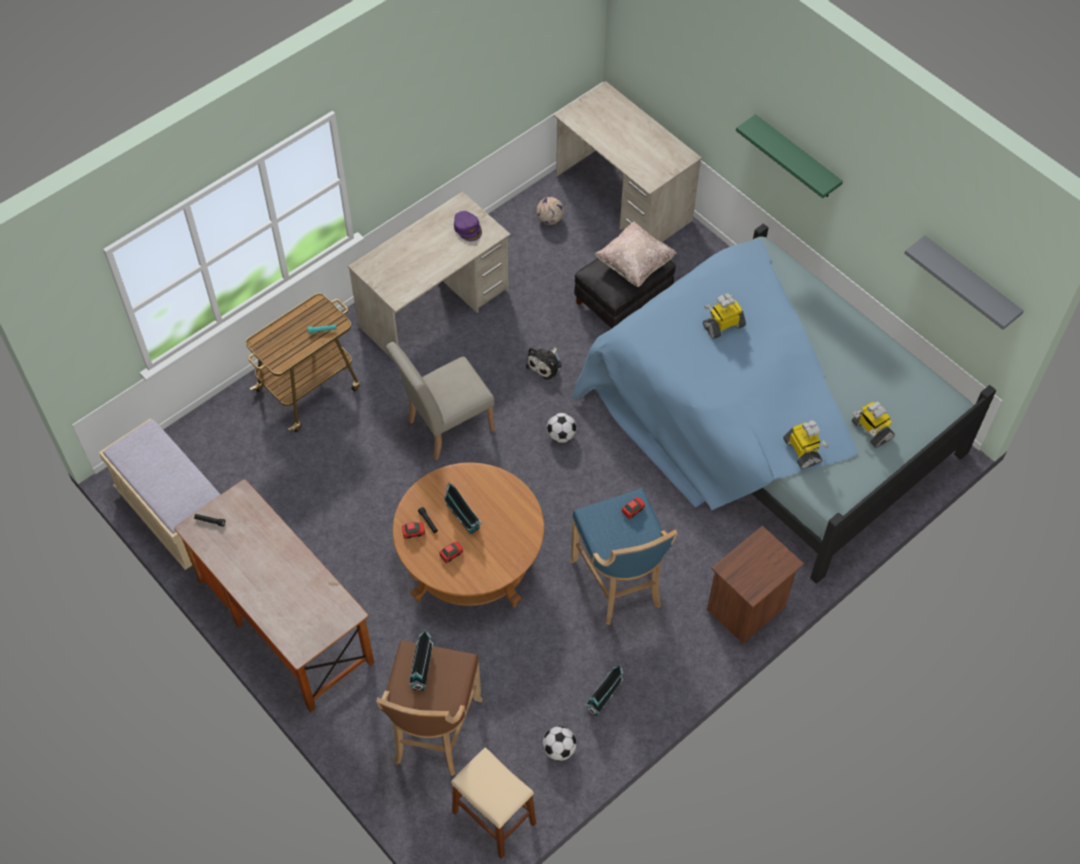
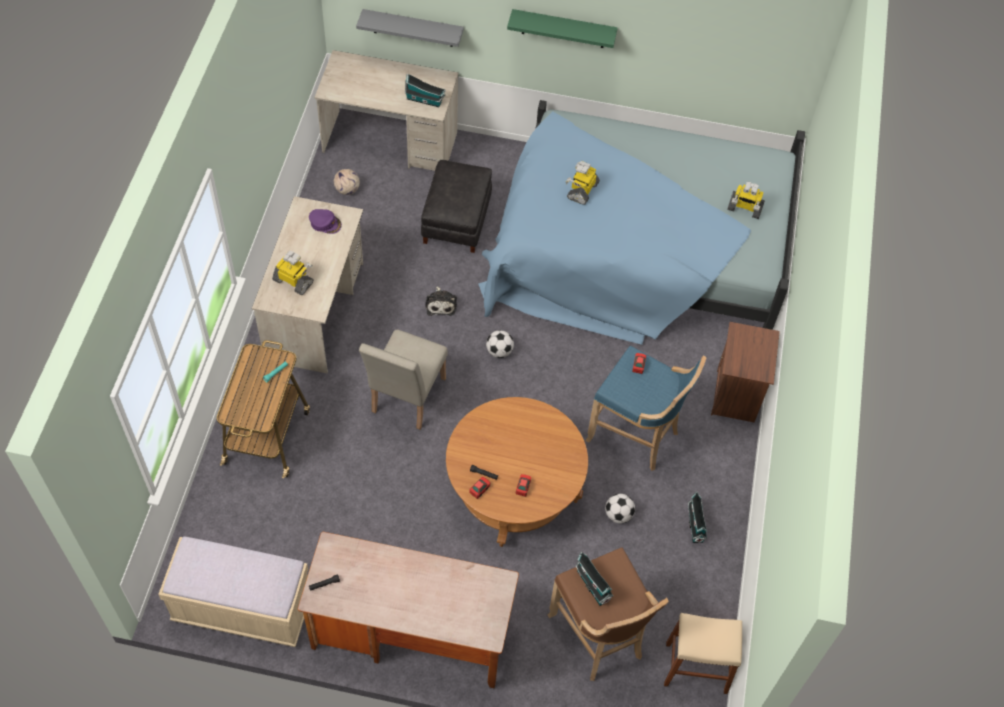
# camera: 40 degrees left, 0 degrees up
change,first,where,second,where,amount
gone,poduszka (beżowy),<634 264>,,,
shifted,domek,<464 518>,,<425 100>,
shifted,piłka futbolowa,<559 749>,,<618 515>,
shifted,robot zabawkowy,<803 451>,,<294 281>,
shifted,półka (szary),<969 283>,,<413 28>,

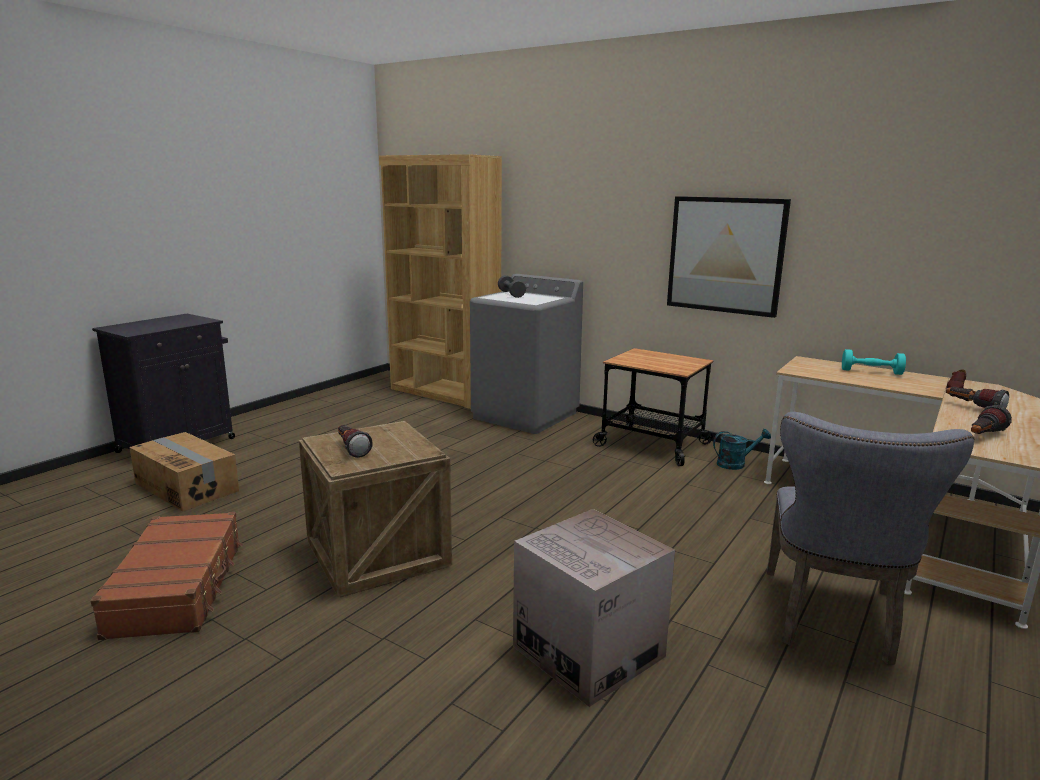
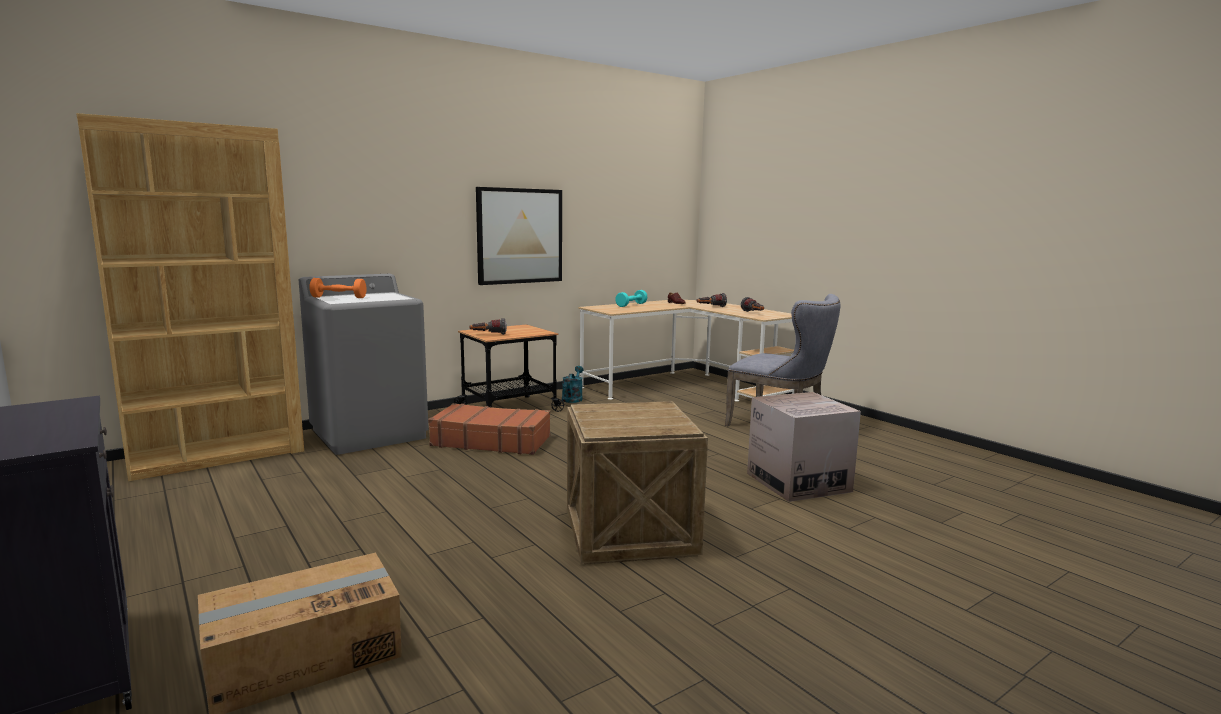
# camera: 70 degrees left, 5 degrees down
change,first,where,second,where,amount
shifted,walizka (brązowy),<179 587>,,<491 441>,
shifted,latarka,<351 449>,,<488 335>,
repainted,hantel (szary),<511 294>,hantel (pomarańczowy),<339 297>,

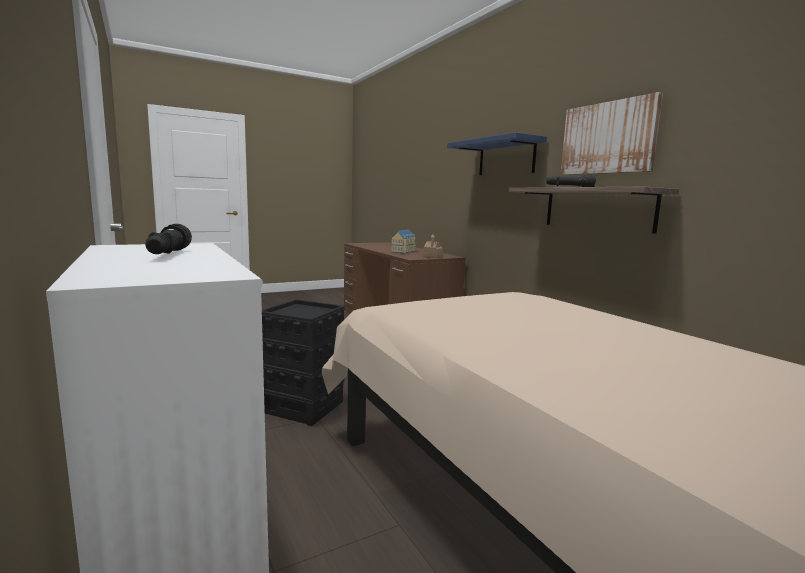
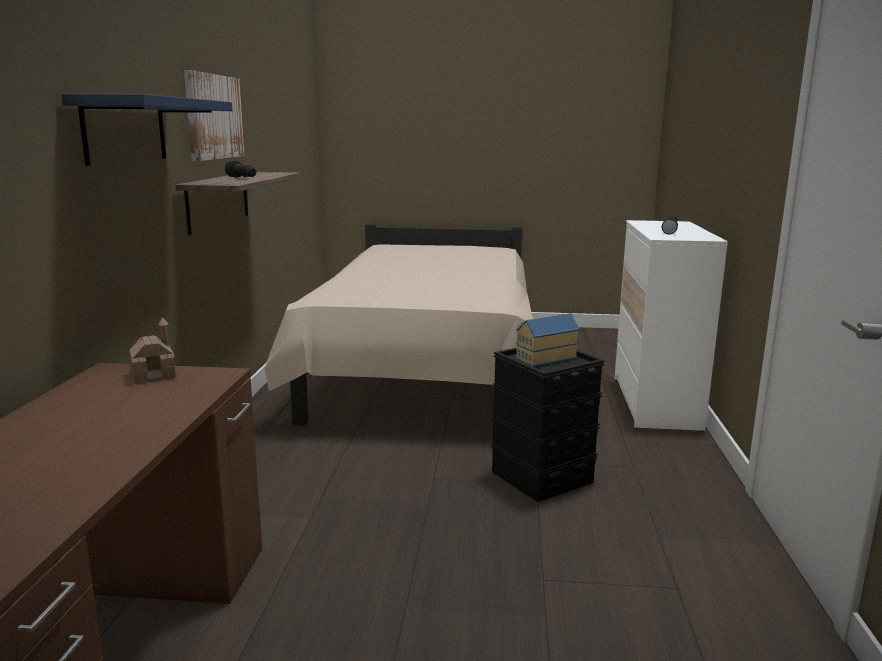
# camera: 145 degrees left, 5 degrees up
change,first,where,second,where,amount
shifted,domek,<404 251>,,<544 358>,

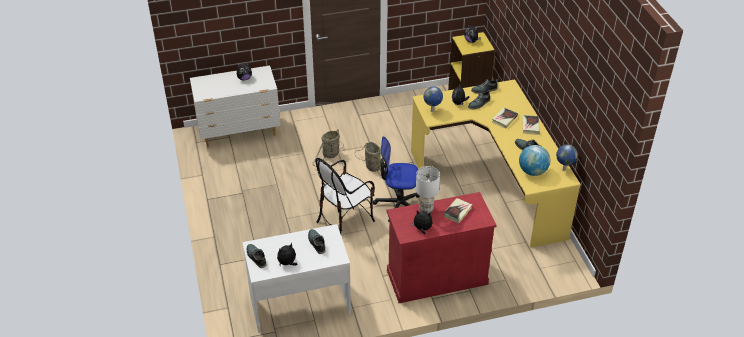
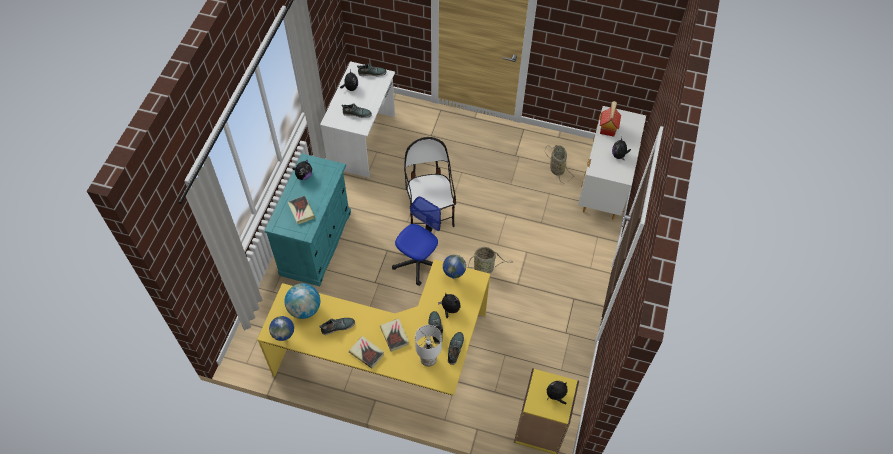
# camera: 120 degrees right, 15 degrees up
change,first,where,second,where,amount
new,,,domek,<607 128>,
shifted,koszyk,<330 155>,,<556 168>,
shifted,lampa stołowa (biały),<425 209>,,<428 359>,
repainted,szafka (czerwony),<436 277>,szafka (turkusowy),<316 243>,

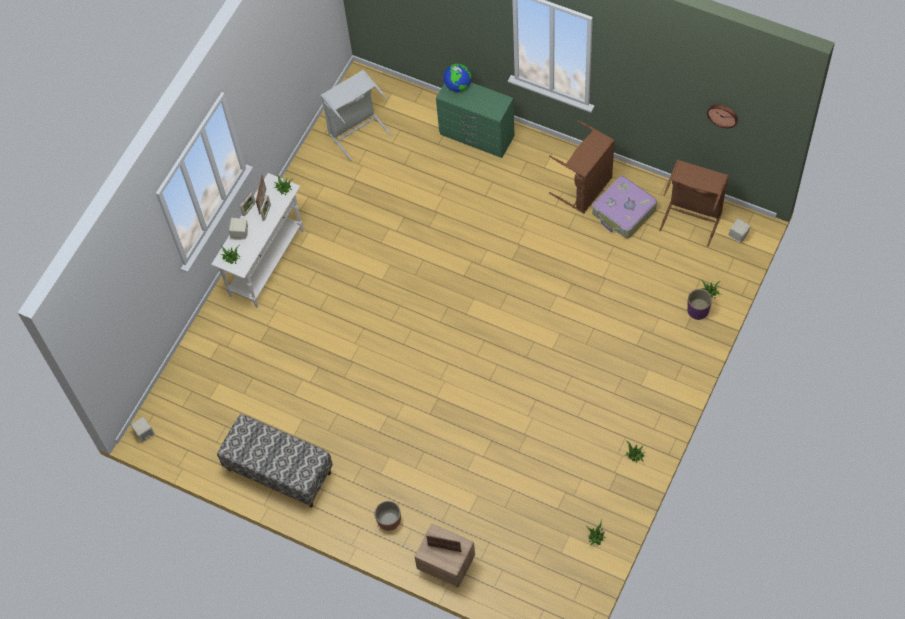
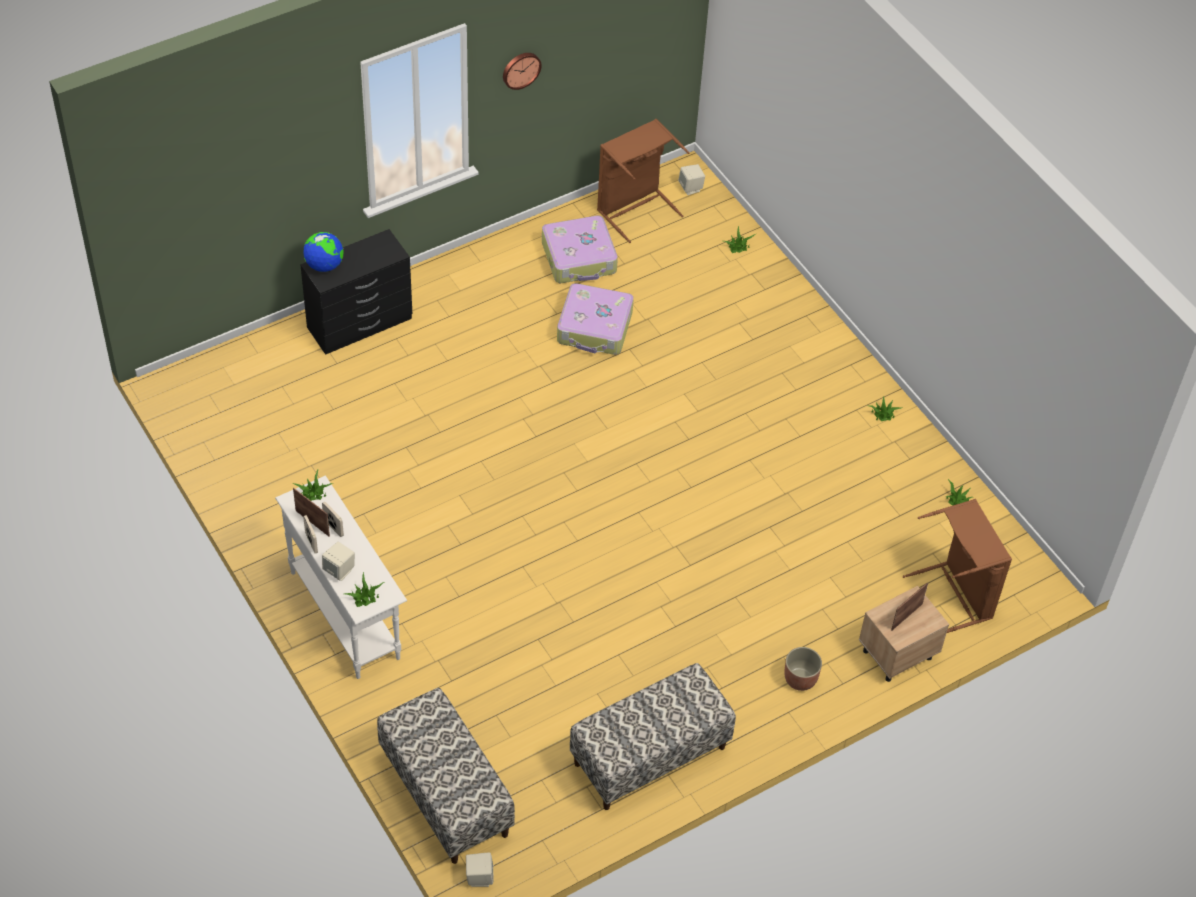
# camera: 65 degrees left, 10 degrees down
change,first,where,second,where,amount
gone,kosz na pranie (szary),<356 130>,,,
gone,donica (fioletowy),<698 310>,,,
new,,,ławka,<445 794>,
new,,,walizka,<595 328>,
shifted,kosz na pranie (brązowy),<586 189>,,<956 595>,
shifted,zegar ścienny,<723 115>,,<520 69>,
repainted,komoda (zielony),<477 136>,komoda (czarny),<360 324>,

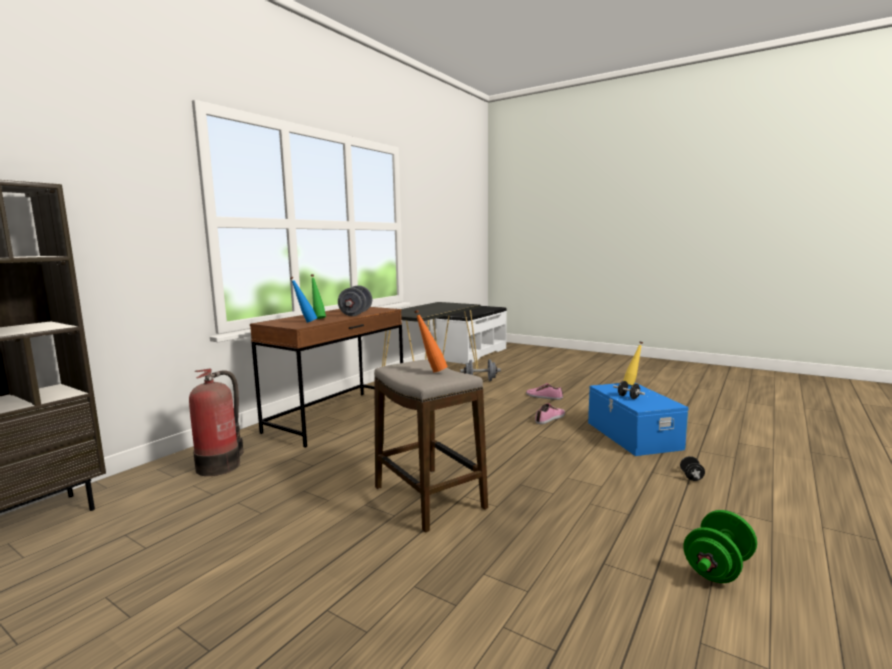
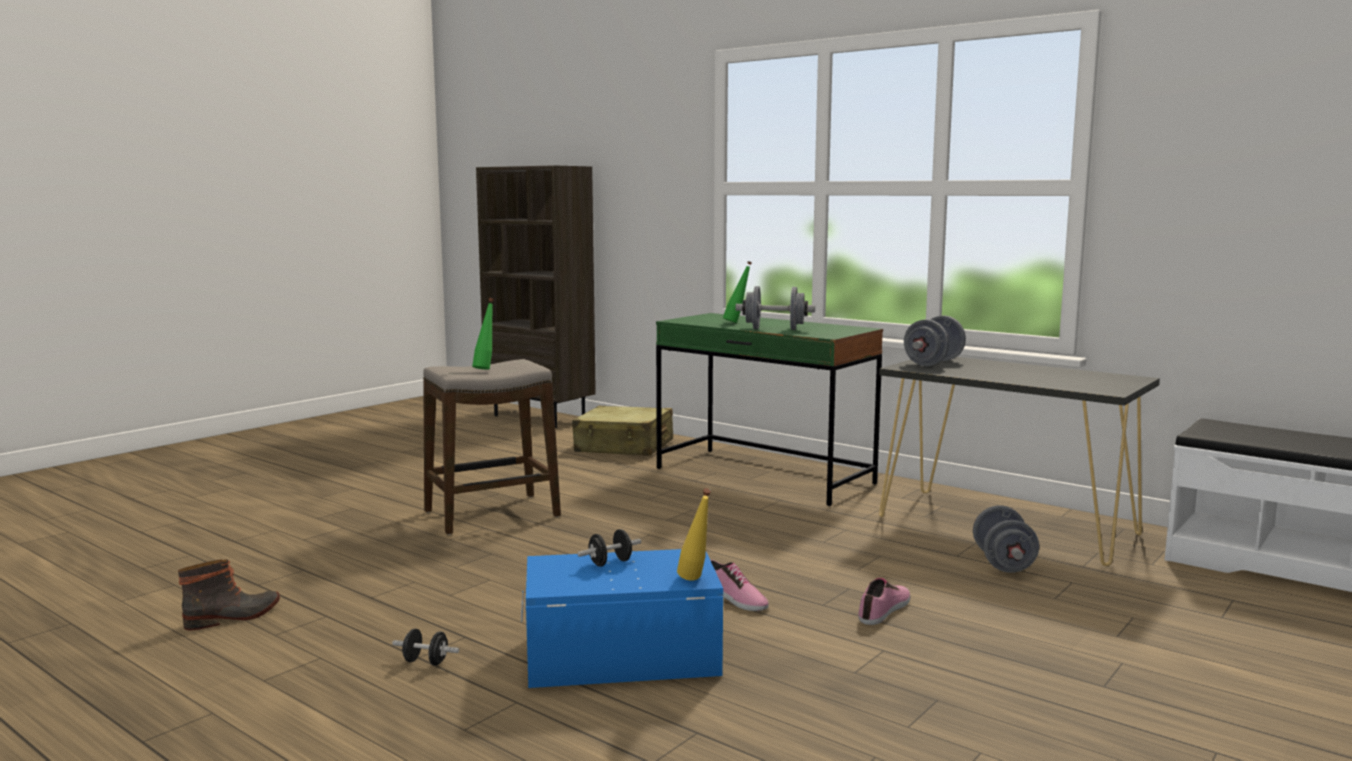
# camera: 95 degrees right, 0 degrees up
change,first,where,second,where,amount
gone,butelka (niebieski),<305 322>,,,
new,,,hantel (szary),<933 363>,
swapped,gaśnica,<221 465>,walizka (beżowy),<624 447>,
swapped,hantel (zielony),<718 568>,but z cholewką,<233 617>,
repainted,biurko (brązowy),<338 417>,biurko (zielony),<764 476>,
repainted,butelka (pomarańczowy),<431 371>,butelka (zielony),<486 369>,

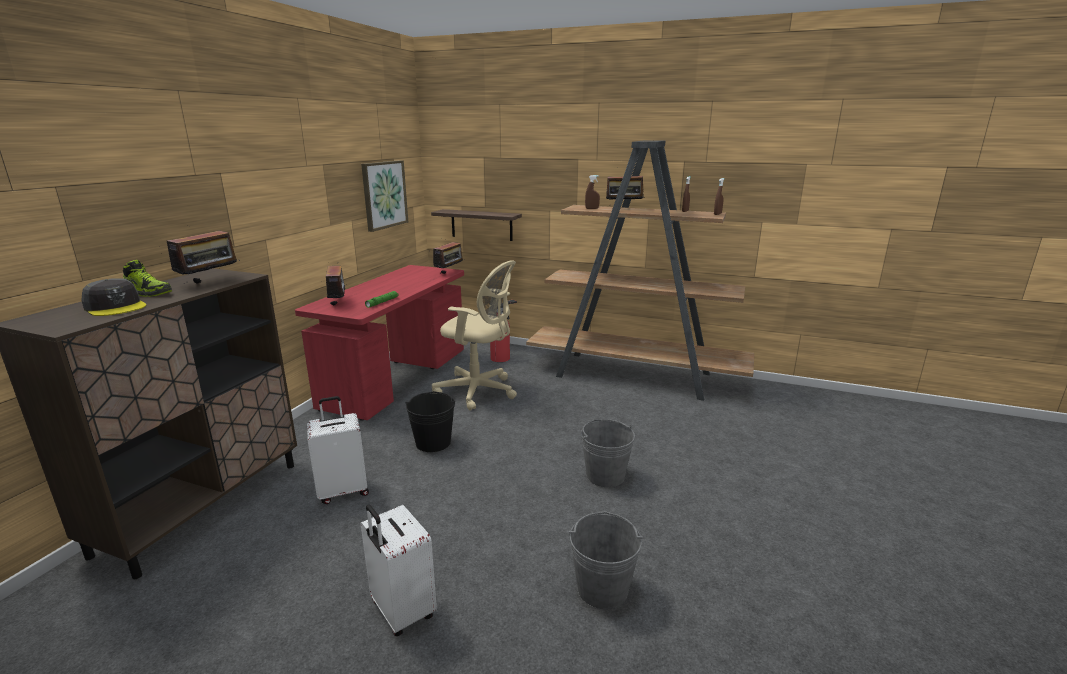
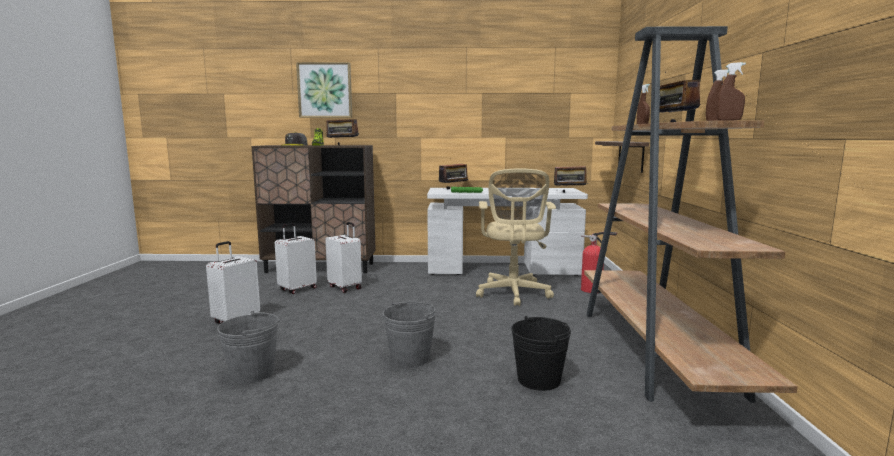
# camera: 70 degrees right, 10 degrees down
change,first,where,second,where,amount
new,,,walizka (biały),<297 289>,
shifted,obraz,<384 194>,,<325 90>,
shifted,wiadro (czarny),<433 442>,,<539 379>,
repainted,biurko (czerwony),<397 378>,biurko (biały),<502 270>,

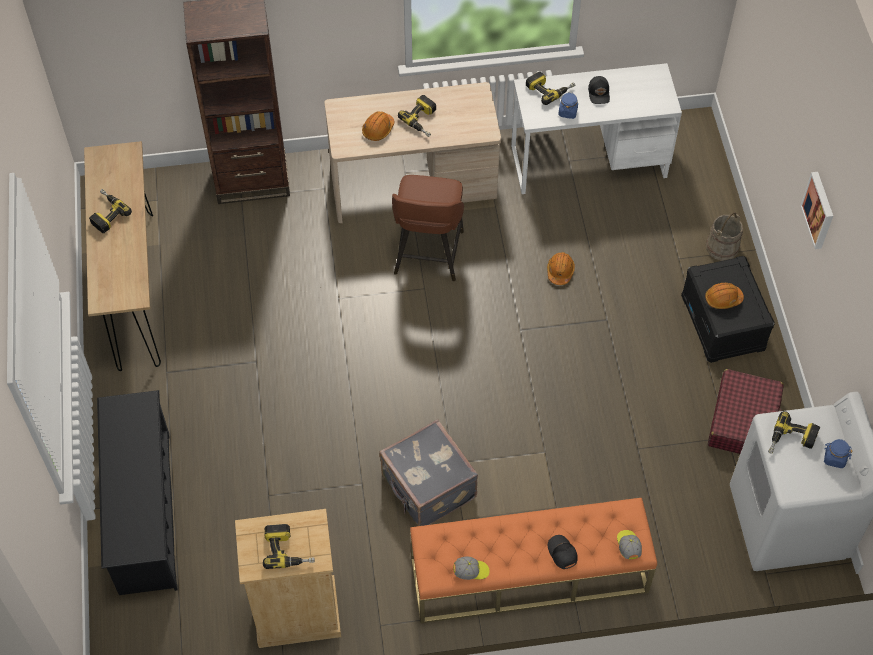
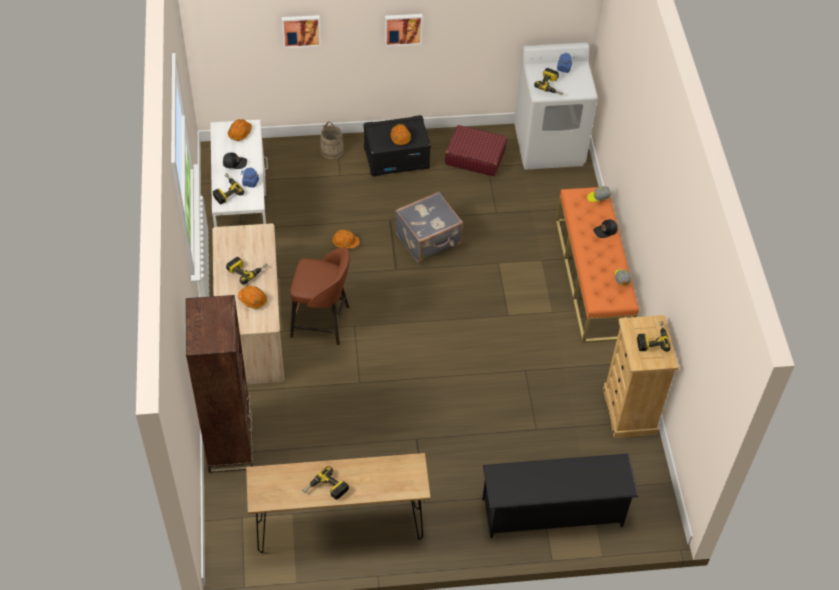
# camera: 90 degrees left, 5 degrees down
change,first,where,second,where,amount
new,,,kask (pomarańczowy),<240 133>,
new,,,obraz,<301 30>,
shifted,walizka (szary),<427 488>,,<429 240>,

